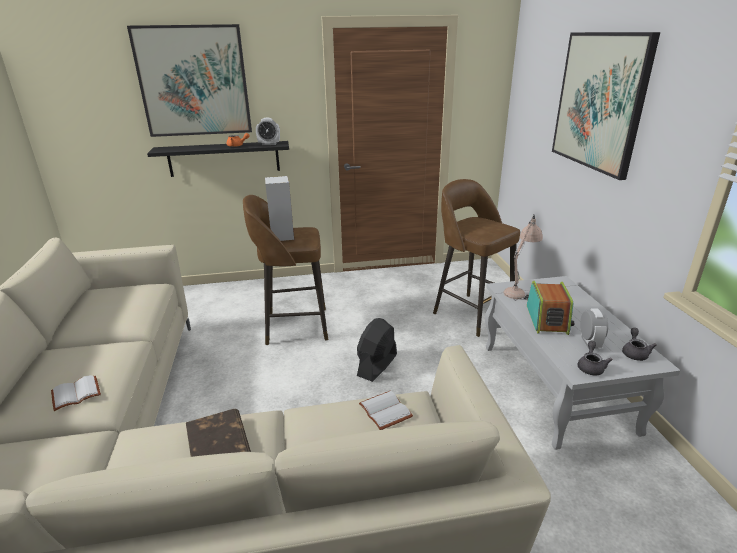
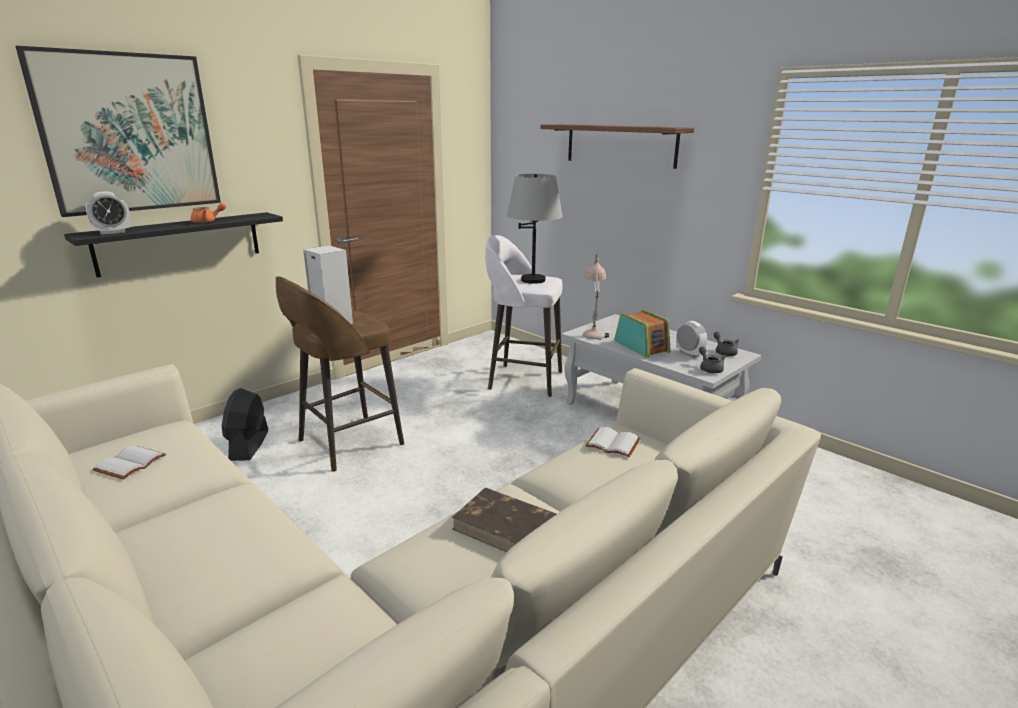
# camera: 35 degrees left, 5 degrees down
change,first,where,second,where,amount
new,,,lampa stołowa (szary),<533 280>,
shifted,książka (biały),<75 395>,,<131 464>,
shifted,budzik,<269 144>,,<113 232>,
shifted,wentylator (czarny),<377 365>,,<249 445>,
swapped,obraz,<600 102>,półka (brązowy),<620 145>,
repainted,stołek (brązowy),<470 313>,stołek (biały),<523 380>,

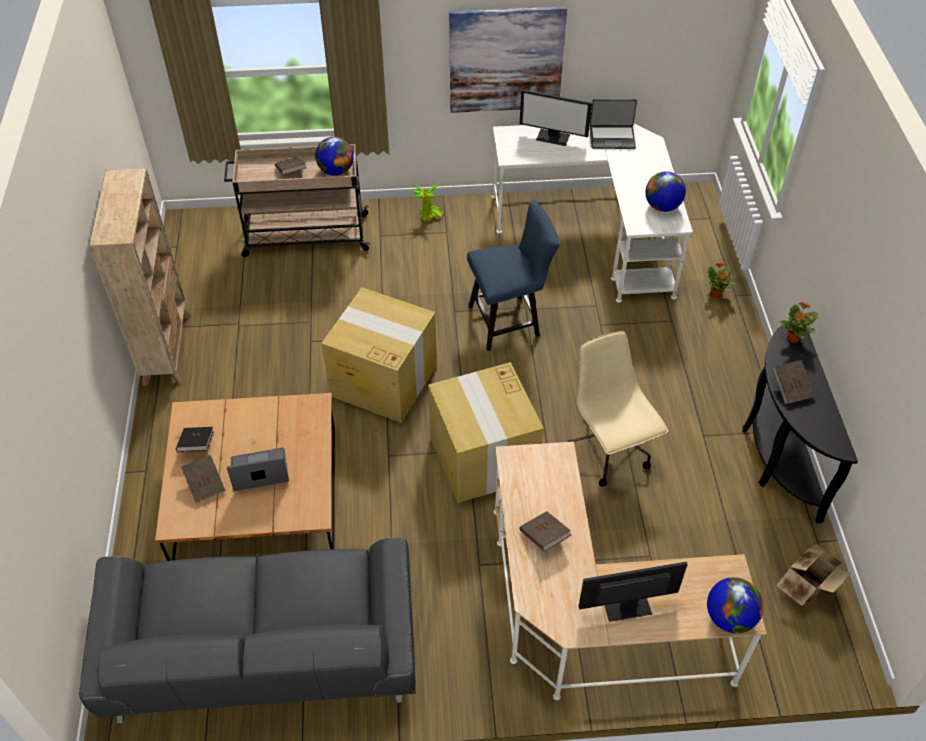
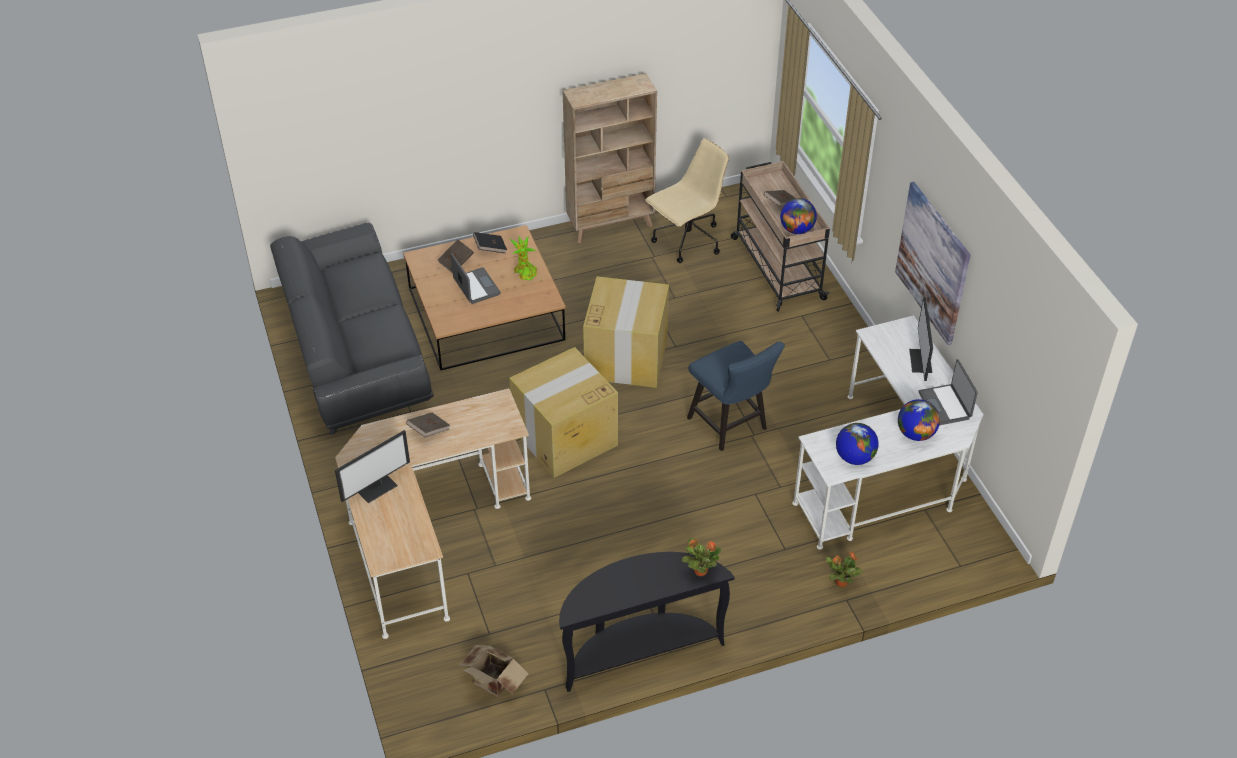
# camera: 75 degrees right, 5 degrees down
change,first,where,second,where,amount
gone,książka (brązowy),<791 388>,,,
shifted,roślina doniczkowa,<429 215>,,<524 272>,
shifted,krzesło biurowe (beżowy),<608 450>,,<687 241>,
shifted,globus,<729 617>,,<916 434>,
rotated,monitor,<626 607>,,<376 487>,75 degrees clockwise

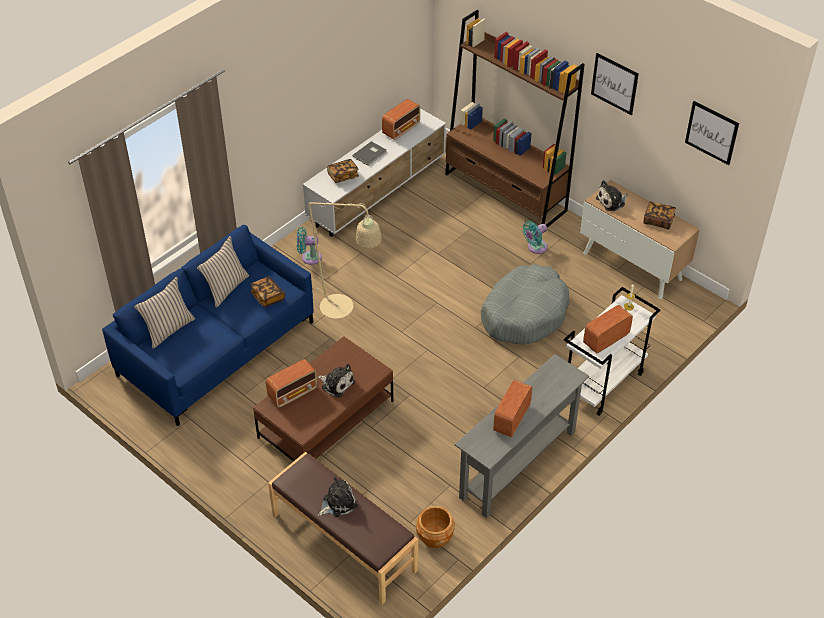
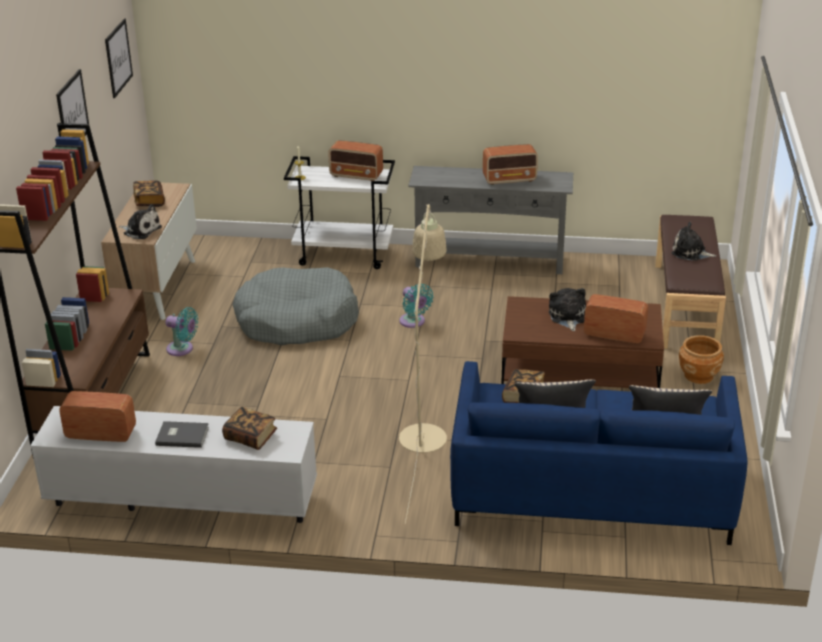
# camera: 125 degrees left, 15 degrees down
change,first,where,second,where,amount
shifted,wentylator (turkusowy),<309 257>,,<413 322>,
shifted,donica (brązowy),<434 537>,,<699 375>,

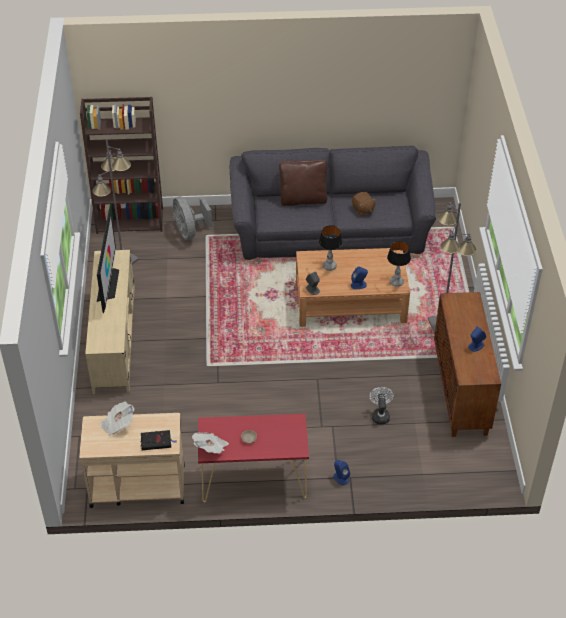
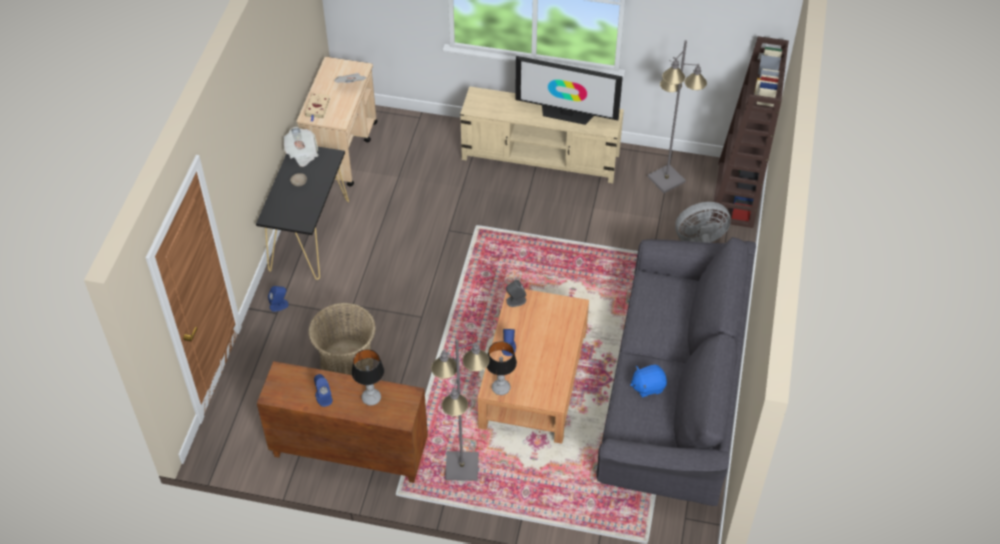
# camera: 105 degrees right, 5 degrees up
change,first,where,second,where,amount
gone,poduszka (brązowy),<303 199>,,,
shifted,lampa stołowa,<329 266>,,<371 398>,
swapped,wentylator (biały),<380 415>,koszyk,<346 361>,
repainted,książka (czarny),<157 441>,książka (beżowy),<317 108>,
repainted,stolik konsolowy (czerwony),<253 480>,stolik konsolowy (czarny),<309 235>,
repainted,pluszak (brązowy),<363 209>,pluszak (niebieski),<647 386>,

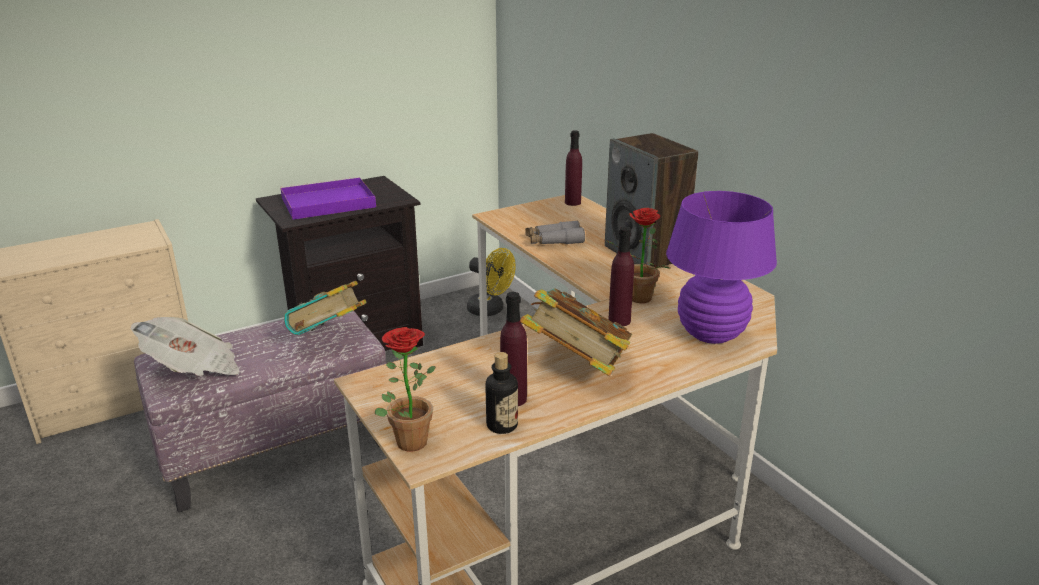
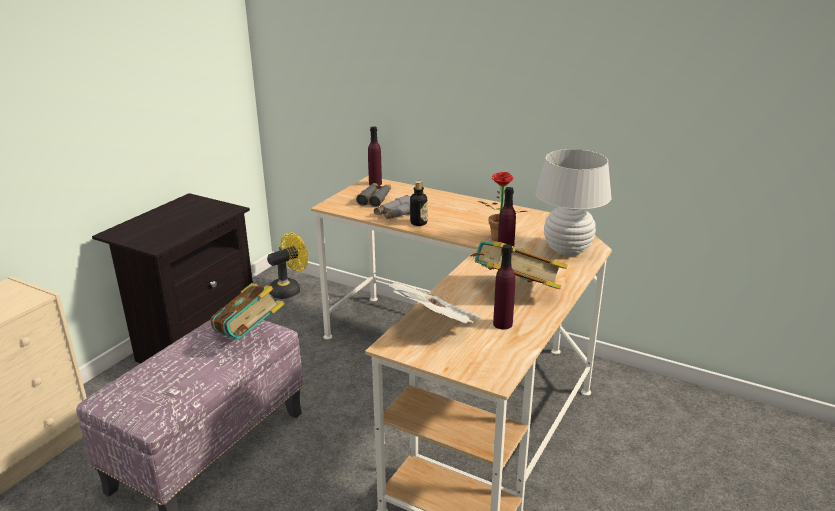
# camera: 30 degrees left, 0 degrees up
change,first,where,second,where,amount
gone,taca (fioletowy),<326 203>,,,
gone,roślina doniczkowa,<408 438>,,,
gone,głośnik,<646 253>,,,
new,,,lornetka (szary),<375 199>,
shifted,gazeta,<194 369>,,<437 325>,
shifted,butelka,<502 425>,,<418 223>,
repainted,lampa stołowa (fioletowy),<711 334>,lampa stołowa (biały),<567 250>,
rotated,wentylator (żółty),<490 310>,,<289 290>,45 degrees counterclockwise

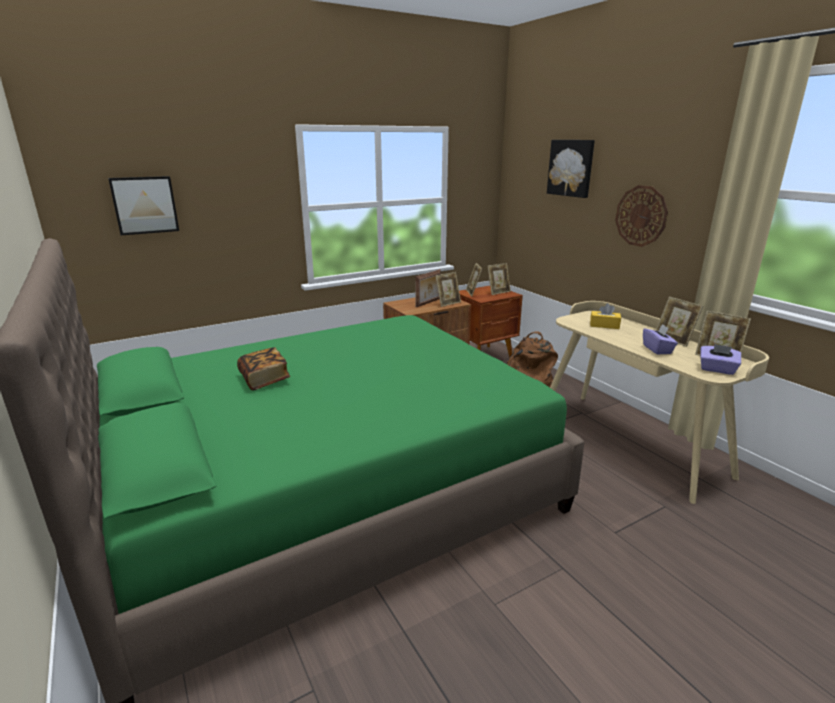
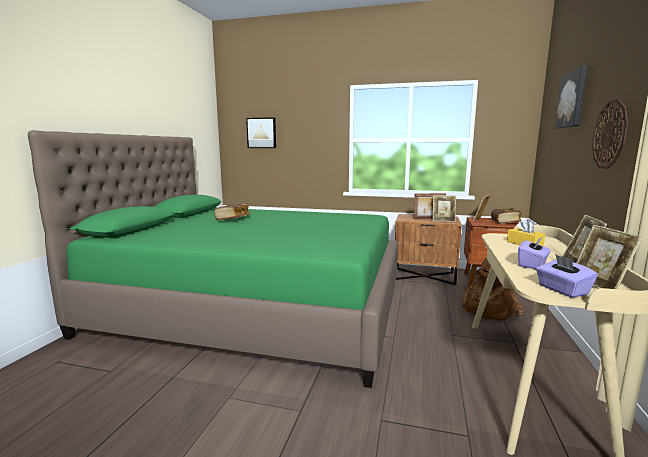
# camera: 45 degrees right, 10 degrees down
change,first,where,second,where,amount
swapped,ramka na zdjęcie,<498 292>,książka,<505 222>,

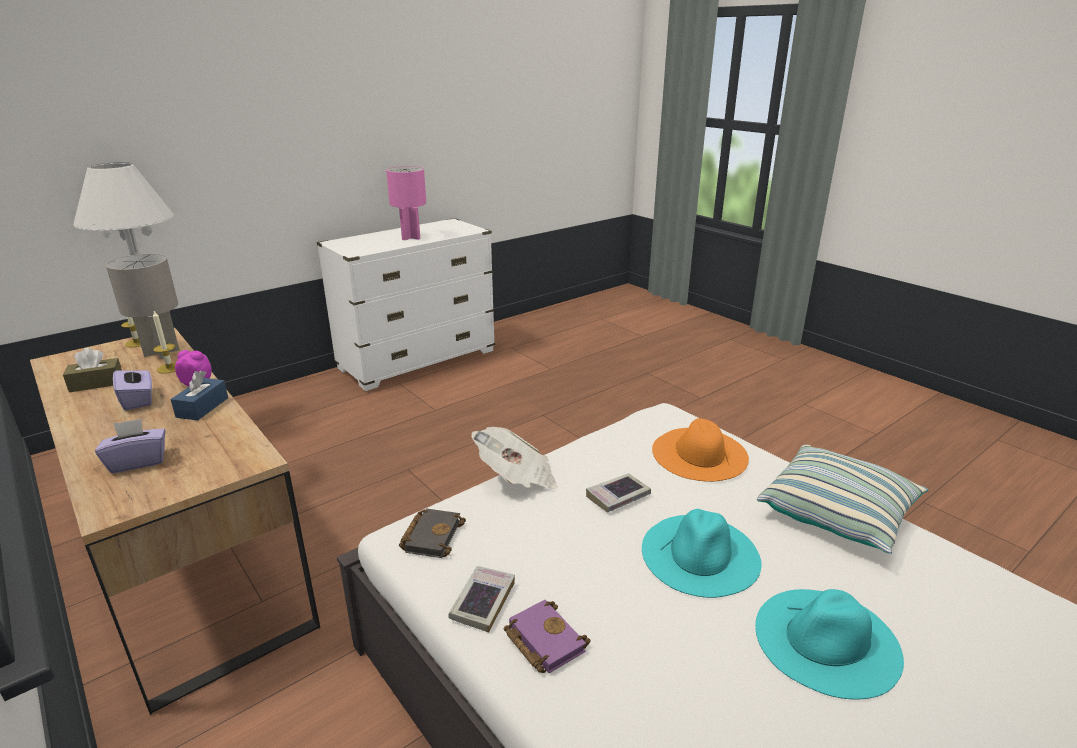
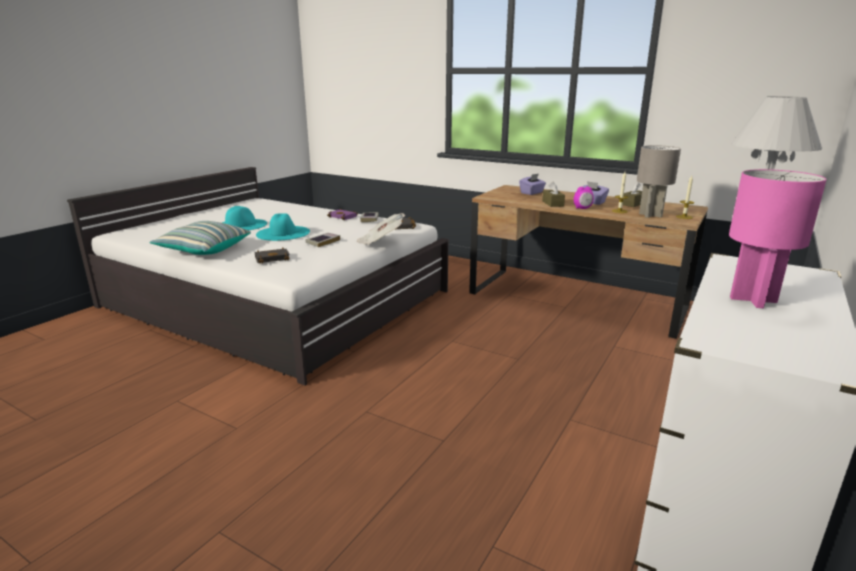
# camera: 160 degrees right, 5 degrees down
change,first,where,second,where,amount
swapped,kapelusz (pomarańczowy),<699 453>,książka (czarny),<273 258>,
repainted,pudełko chusteczek (niebieski),<202 407>,pudełko chusteczek (brązowy),<552 203>,

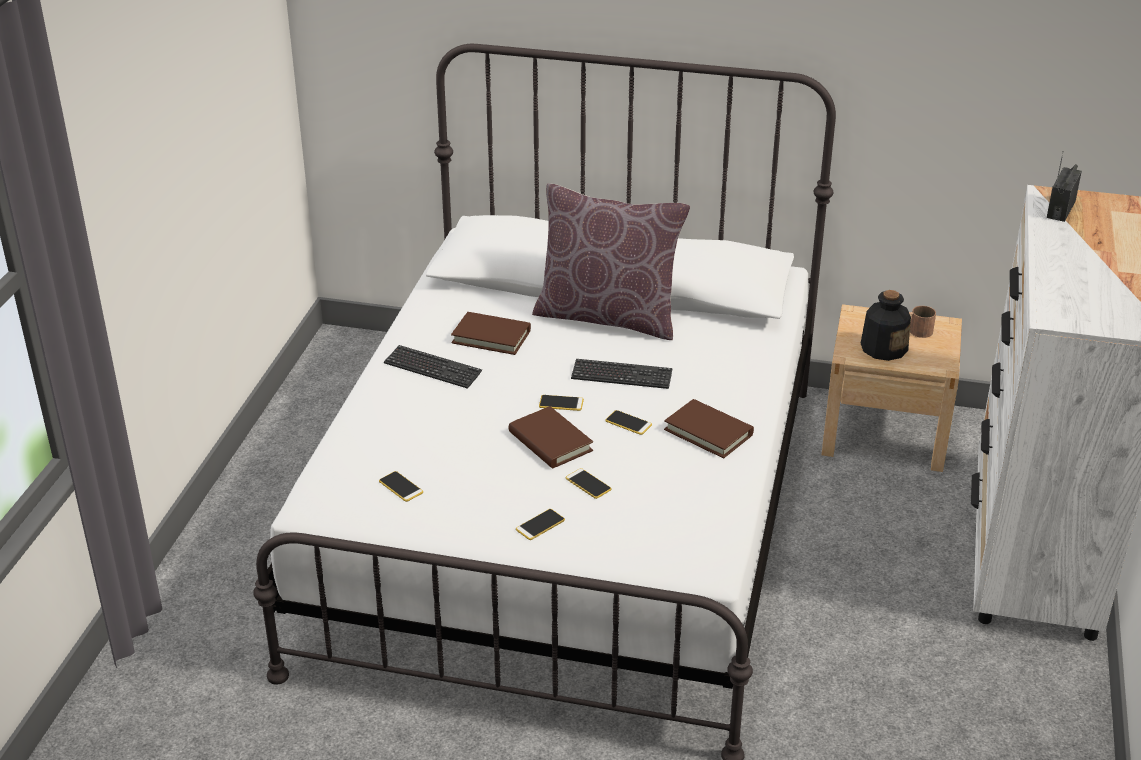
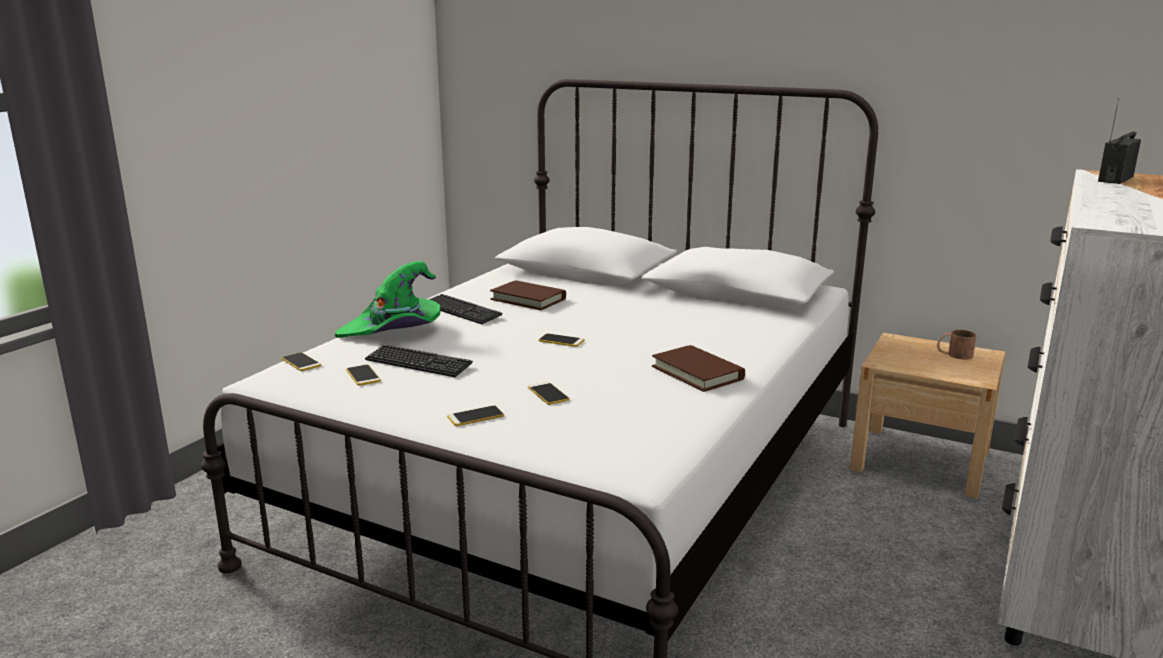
# camera: 15 degrees right, 15 degrees down
change,first,where,second,where,amount
gone,książka (brązowy),<550 441>,,,
gone,poduszka (brązowy),<608 316>,,,
gone,butelka,<883 348>,,,
new,,,kapelusz (zielony),<394 330>,
shifted,klawiatura,<621 376>,,<418 363>,
shifted,telefon,<628 423>,,<301 362>,

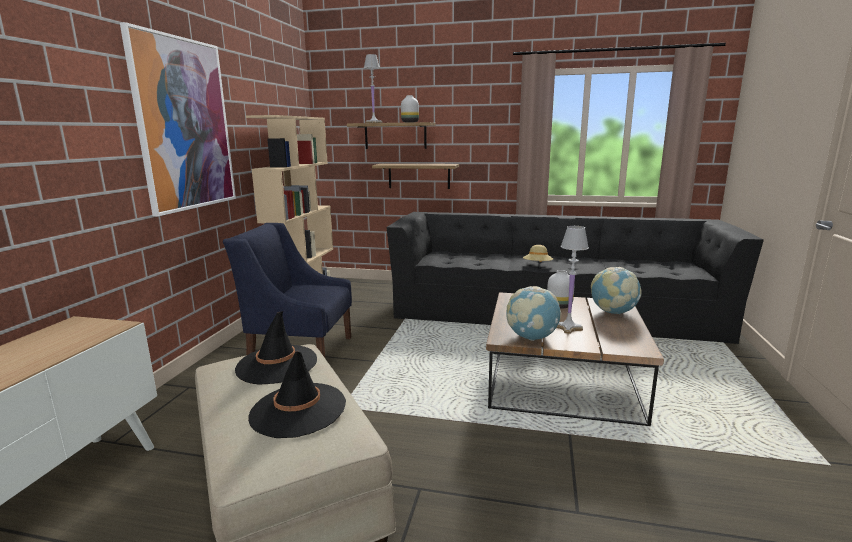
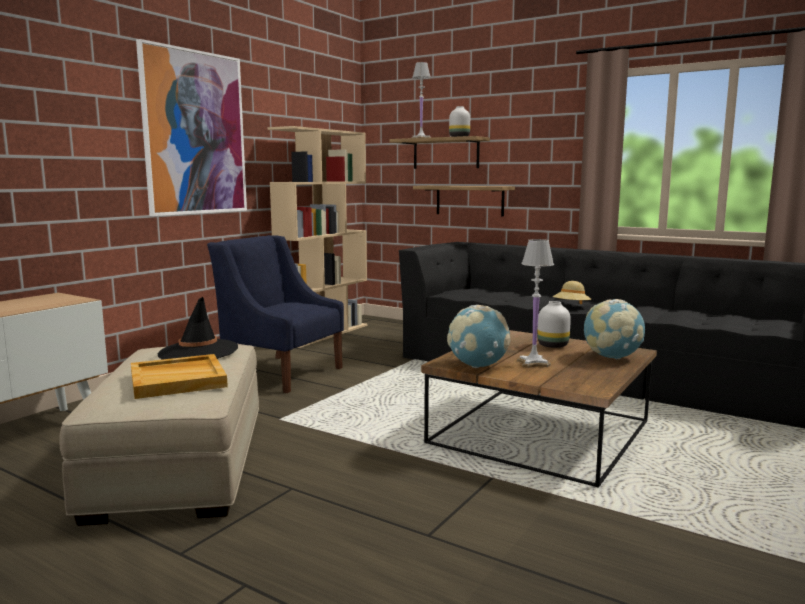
# camera: 20 degrees right, 5 degrees down
change,first,where,second,where,amount
swapped,kapelusz (czarny),<298 410>,taca (beżowy),<178 379>,

